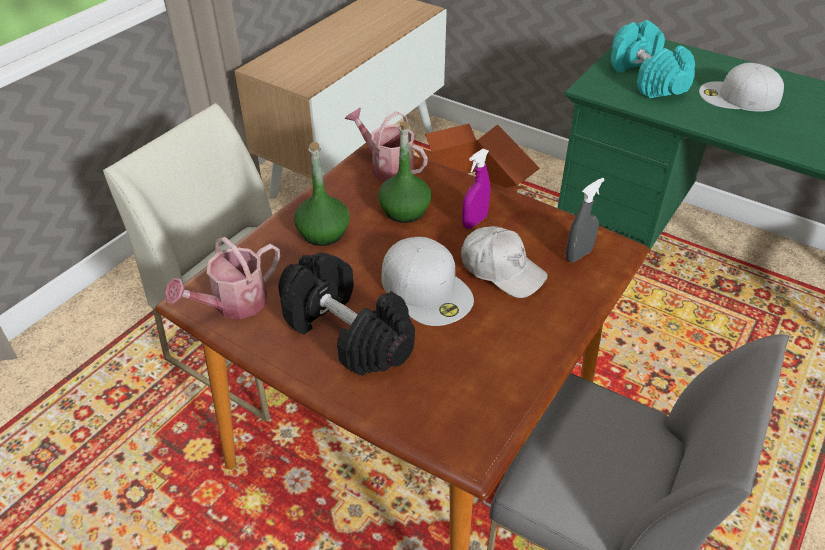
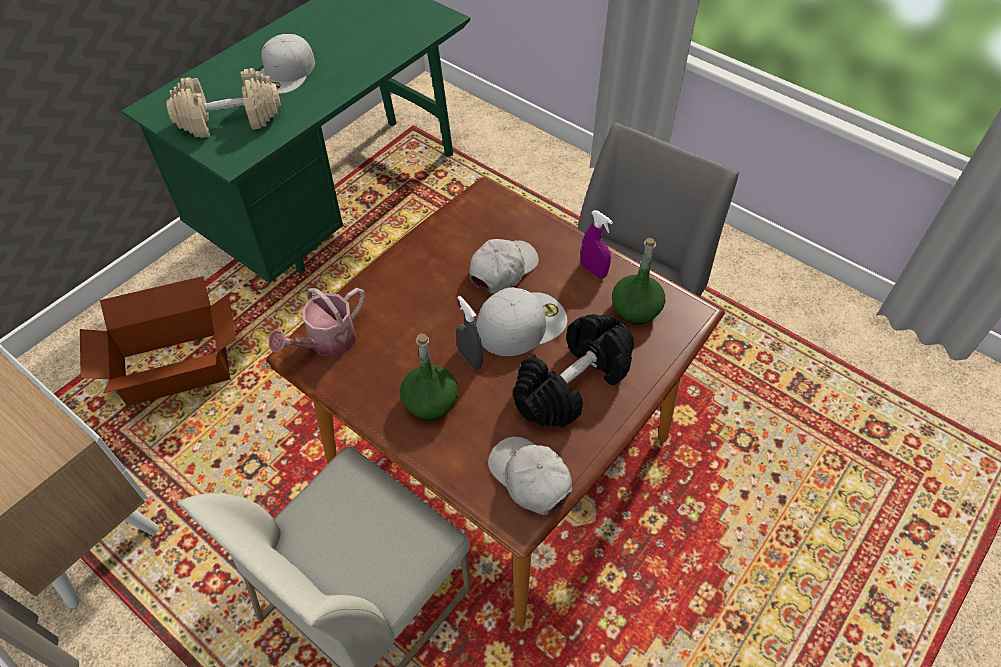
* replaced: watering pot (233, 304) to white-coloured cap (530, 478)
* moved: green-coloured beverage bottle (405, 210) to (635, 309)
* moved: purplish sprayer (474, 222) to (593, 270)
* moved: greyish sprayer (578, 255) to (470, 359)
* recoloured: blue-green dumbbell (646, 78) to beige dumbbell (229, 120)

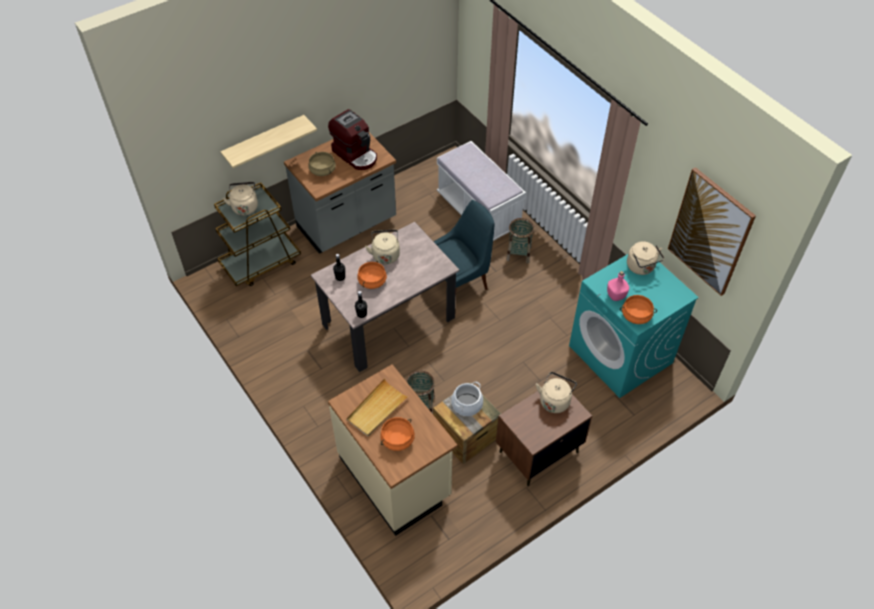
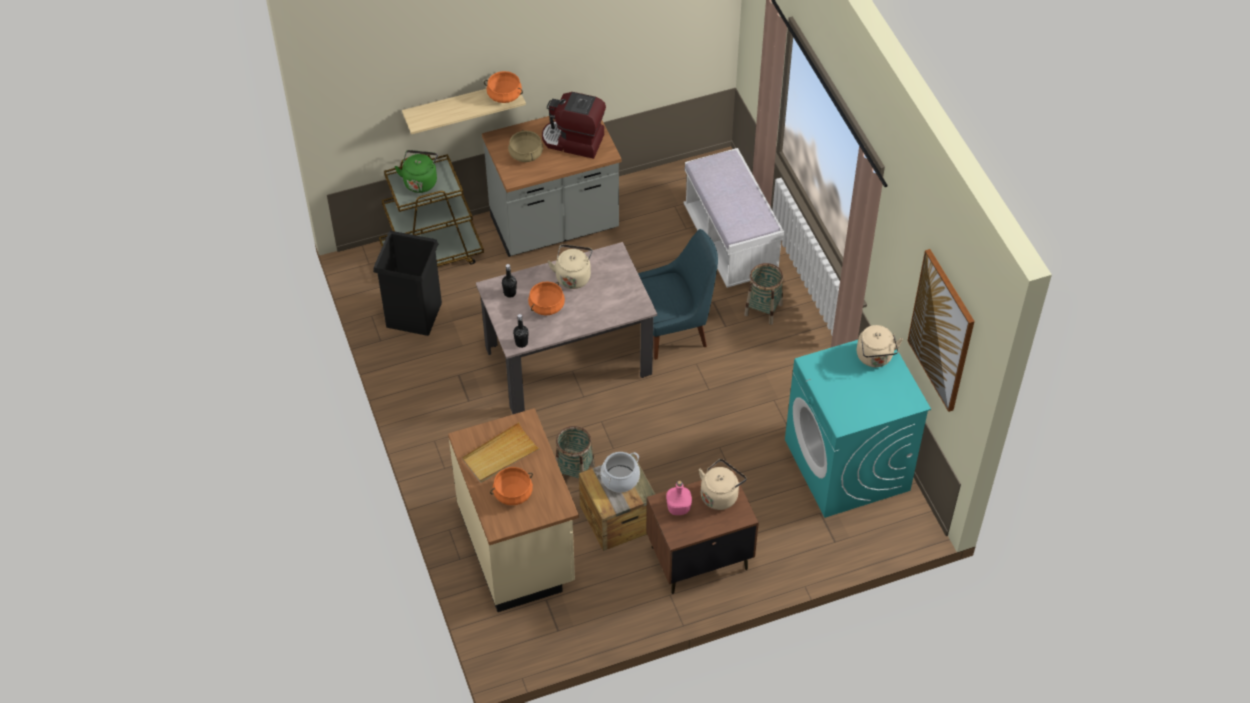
* recoloured: beige water kettle (244, 206) to green-coloured water kettle (420, 181)
* turned: coffee maker (356, 154) = (573, 141) 135 degrees clockwise
* moved: pink-coloured beverage bottle (616, 295) to (679, 508)
* moved: orangey cooking pot (636, 316) to (504, 95)
* added: black trash can (414, 314)

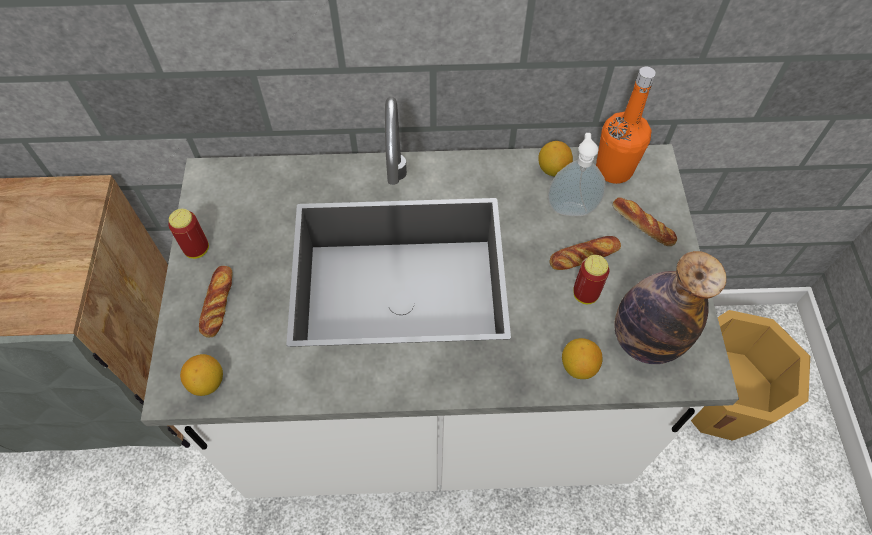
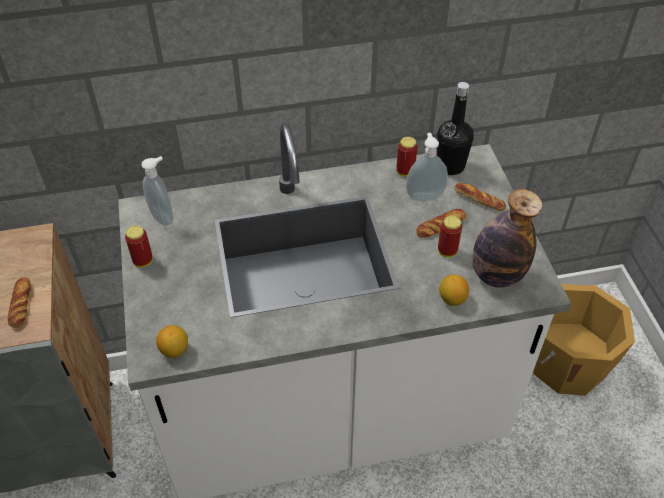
* moved: bread (217, 303) to (21, 305)
* replaced: whole lemon (553, 169) to can (405, 171)
* recoloured: orangey beverage bottle (614, 170) to black beverage bottle (450, 166)
* added: soap dispenser (163, 216)

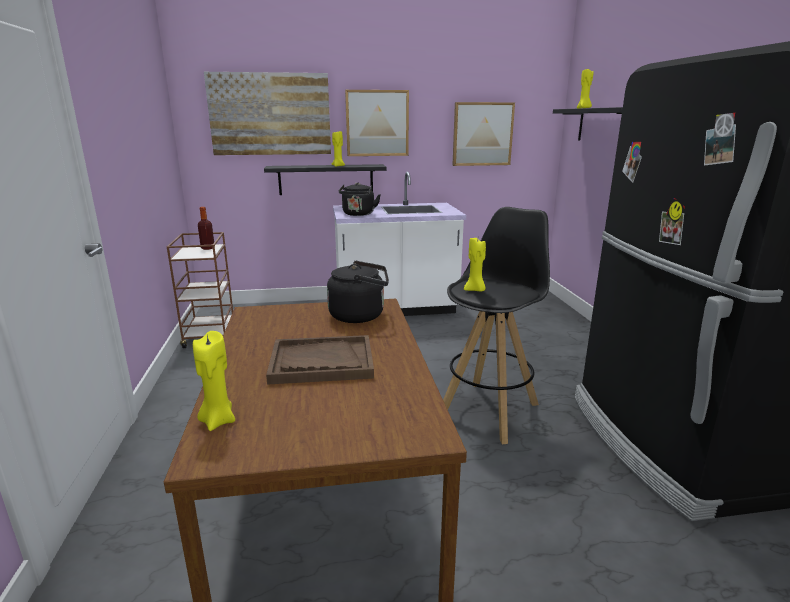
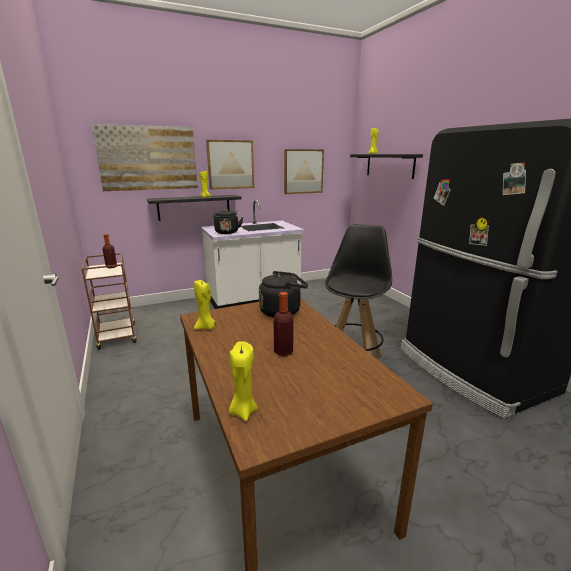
* replaced: brown carrying tray (321, 362) to beverage bottle (283, 351)
* moved: yellow wax candle (475, 290) to (206, 327)

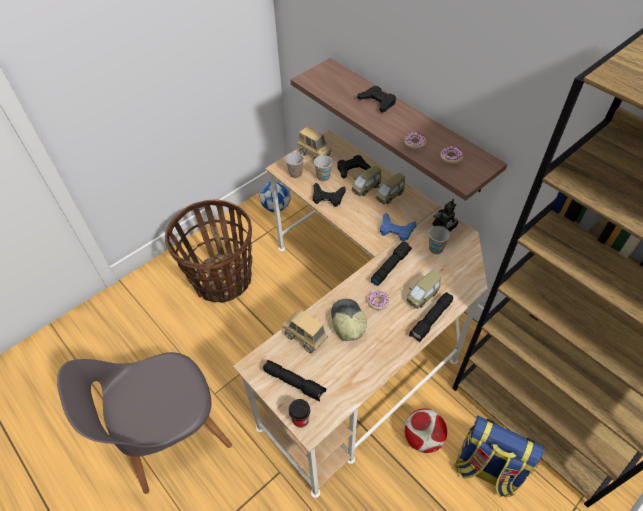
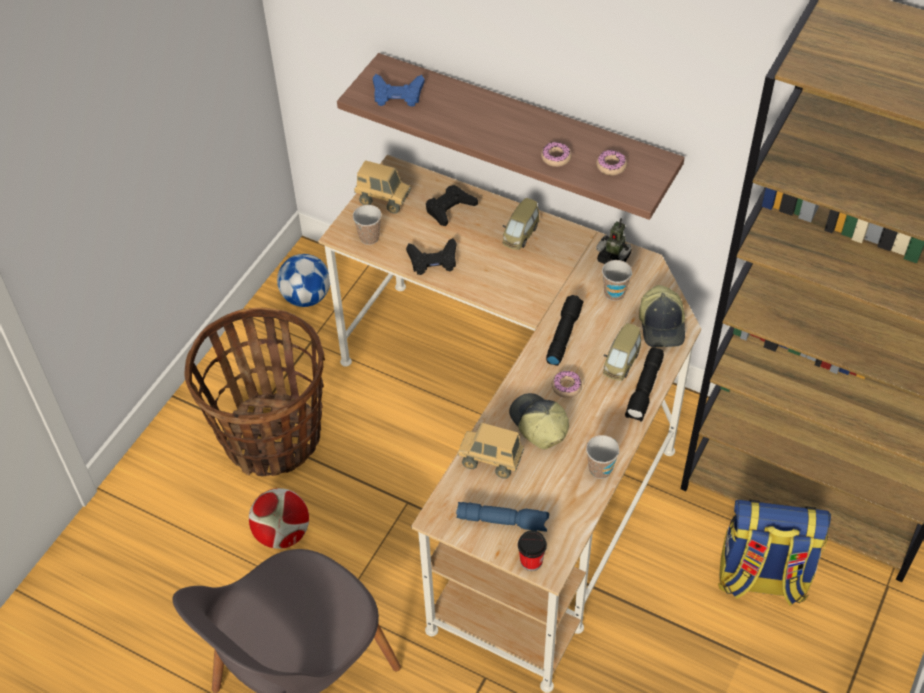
* recoloured: black flashlight (295, 382) to blue-coloured flashlight (503, 520)
* moved: cup (323, 177) to (600, 469)
* removed: model car (366, 187)
* removed: black game controller (377, 102)
* moved: blue-coloured game controller (396, 230) to (397, 94)
* moved: football (423, 437) to (283, 533)
* added: cap (662, 325)

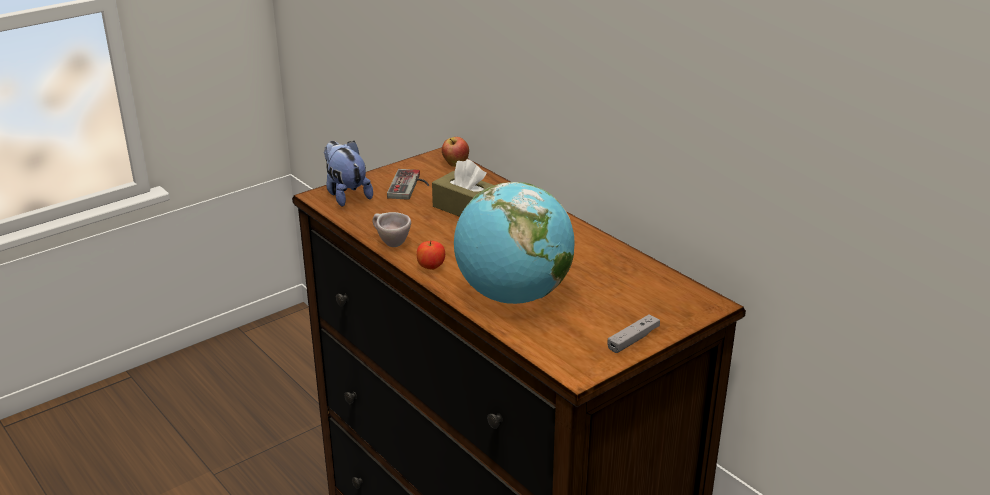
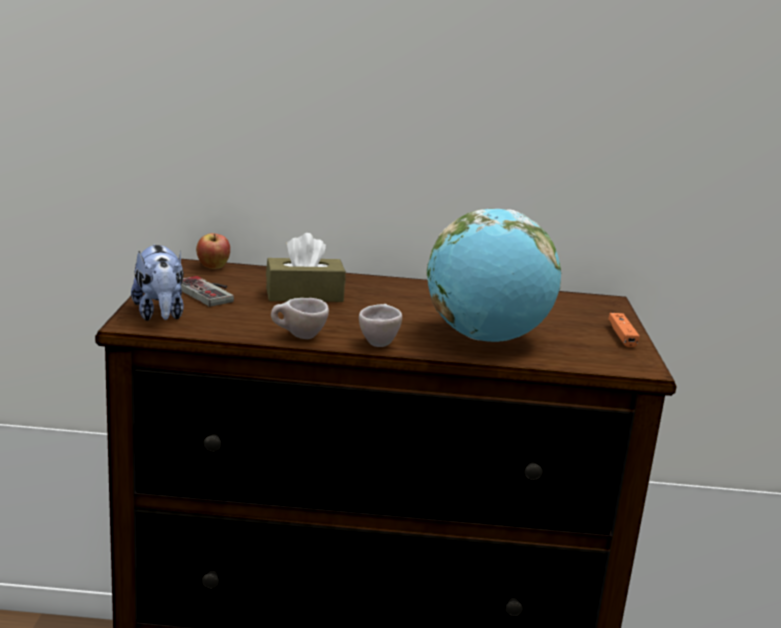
* turned: plush toy (346, 195) = (160, 315) 120 degrees counterclockwise
* replaced: apple (431, 267) to beige cup (378, 342)
* recoloured: greyish game controller (633, 339) to orangey game controller (622, 336)

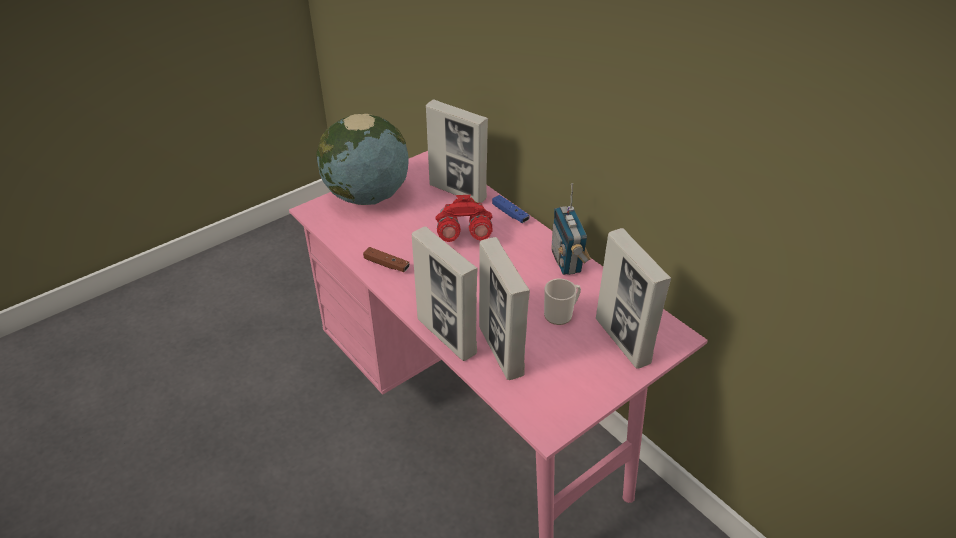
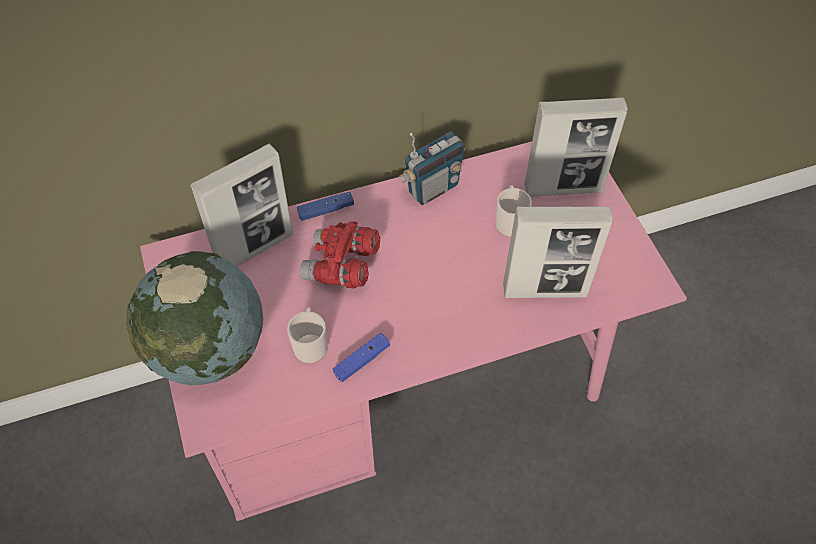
* recoloured: brown game controller (386, 264) to blue-coloured game controller (362, 361)
* removed: picture frame (446, 336)
* turned: radio receiver (567, 261) = (432, 188) 45 degrees counterclockwise
* added: coffee mug (310, 345)

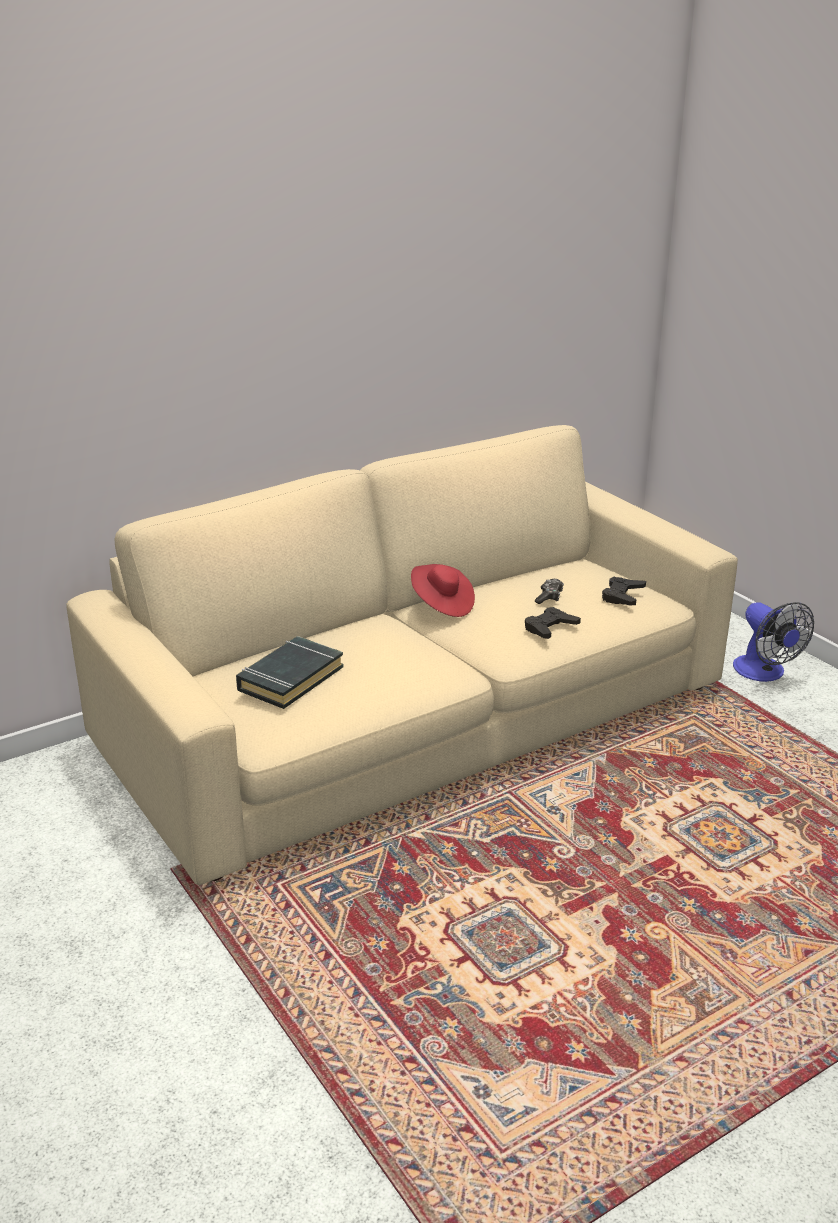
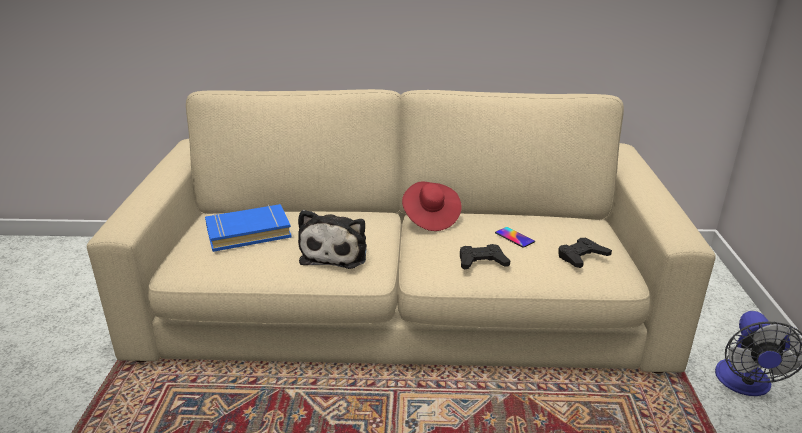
* recoloured: black bound book (290, 678) to blue-coloured bound book (248, 233)
* replaced: game controller (549, 597) to telephone (514, 237)
* added: plush toy (336, 252)

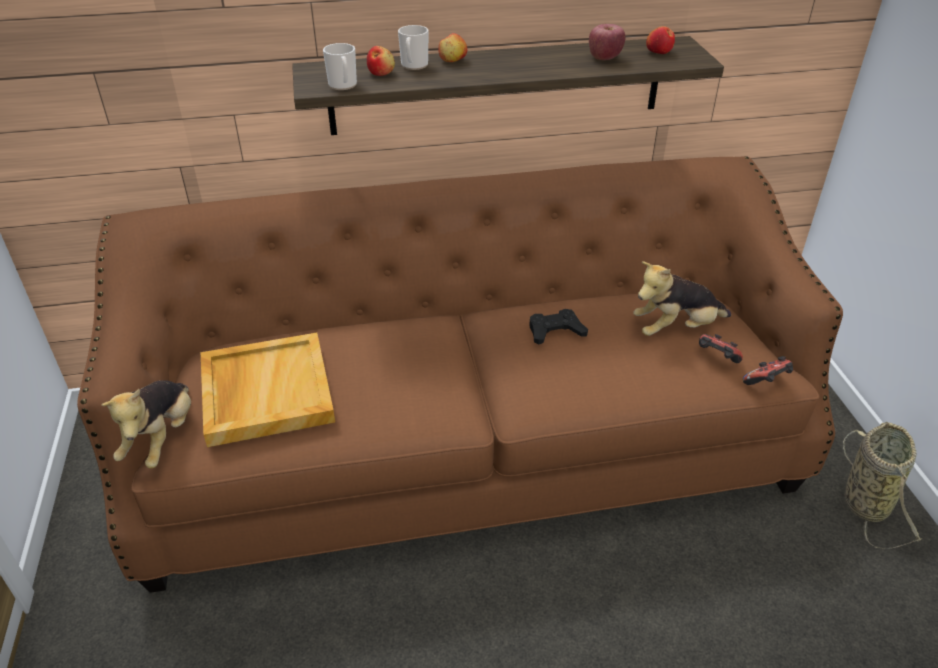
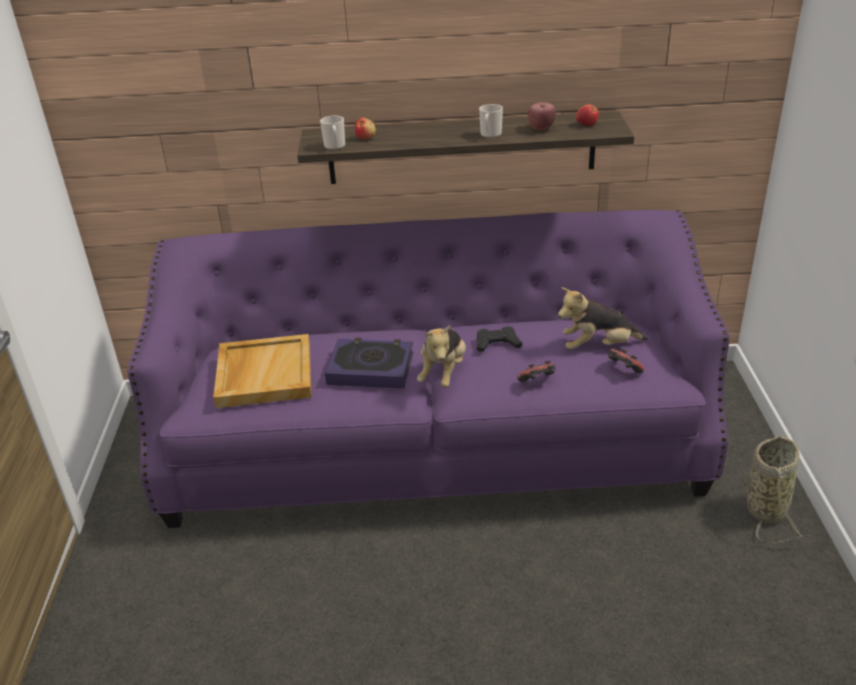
* recoloured: brown sofa (469, 449) to purplish sofa (433, 445)
* moved: plush toy (162, 438) to (443, 373)
* moved: coffee mug (413, 66) to (490, 135)
* removed: apple (453, 61)
* moved: game controller (766, 382) to (538, 382)
* added: bound book (371, 368)

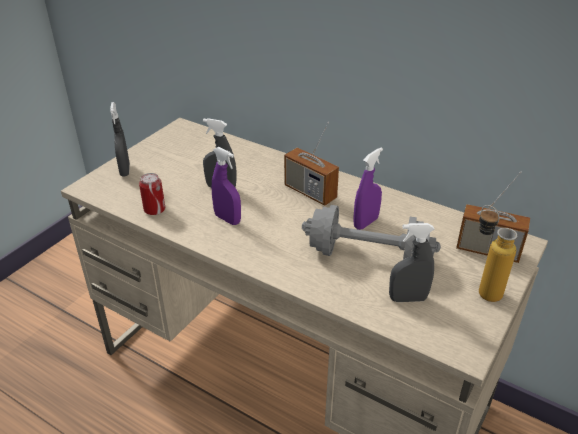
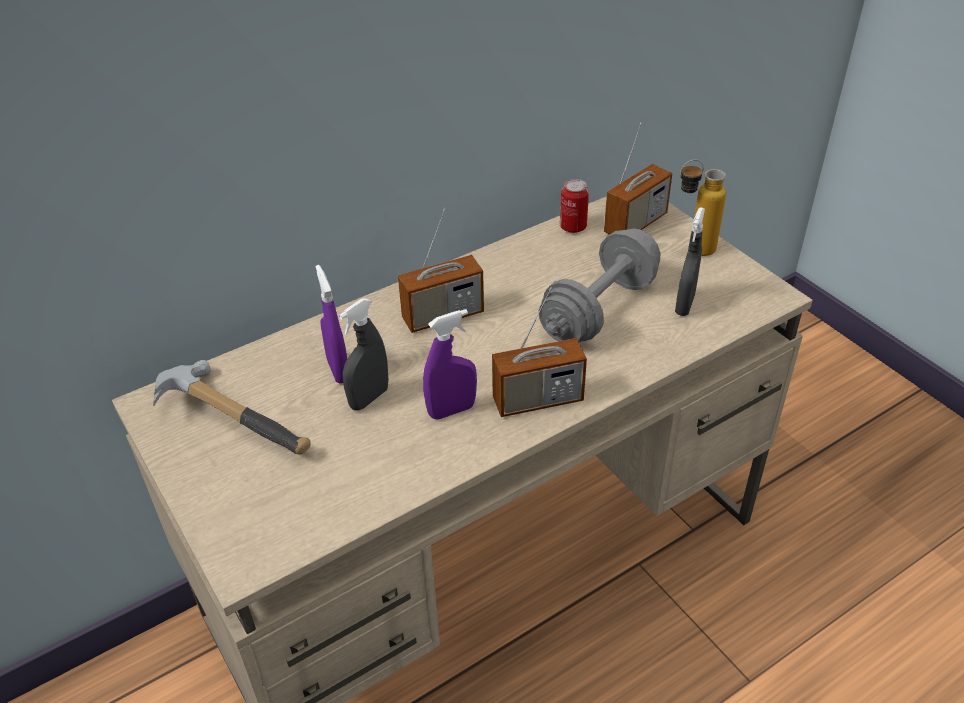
* removed: greyish sprayer (125, 170)
* moved: can (154, 210) to (573, 227)
* moved: purplish sprayer (365, 223) to (338, 370)
* added: hand hammer (236, 416)
* added: radio receiver (538, 400)

